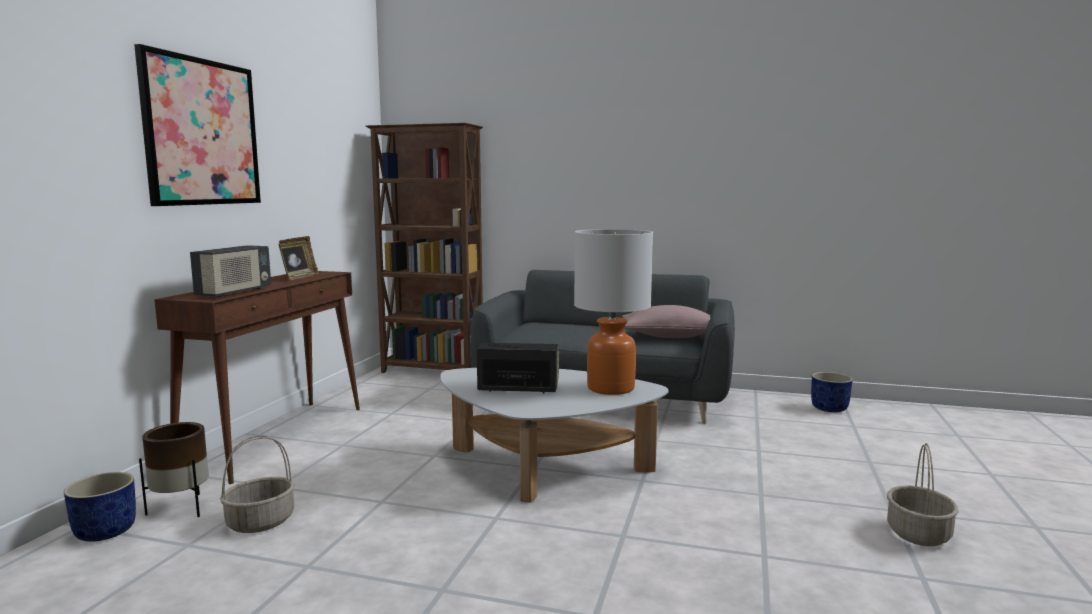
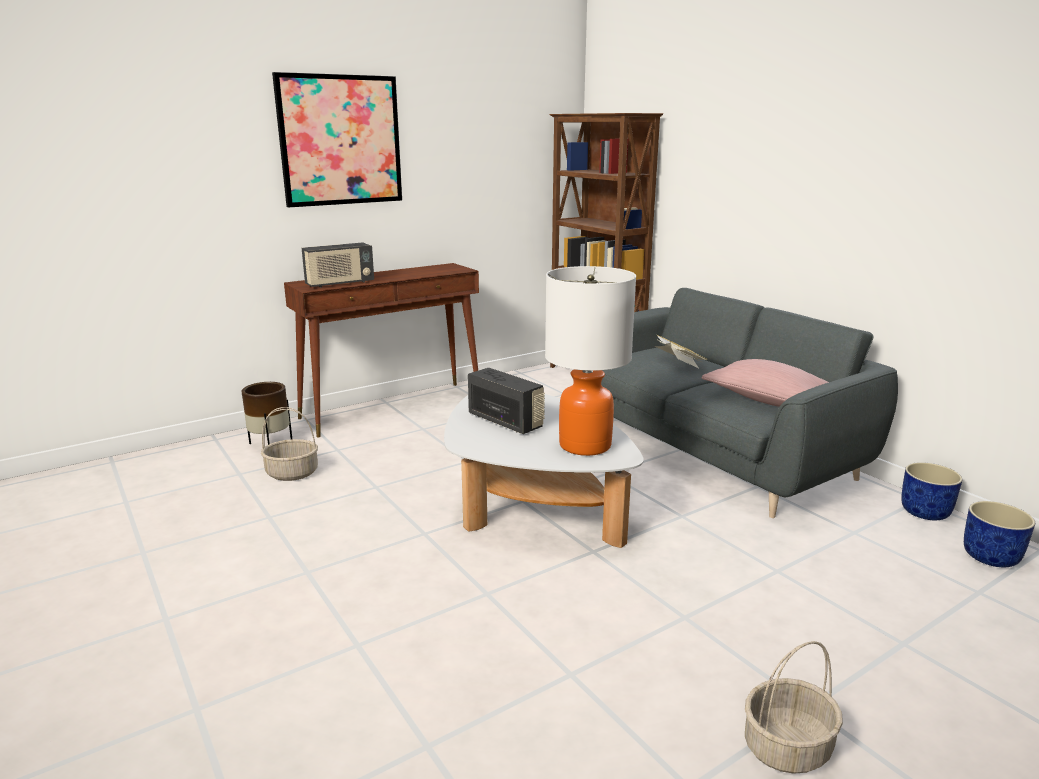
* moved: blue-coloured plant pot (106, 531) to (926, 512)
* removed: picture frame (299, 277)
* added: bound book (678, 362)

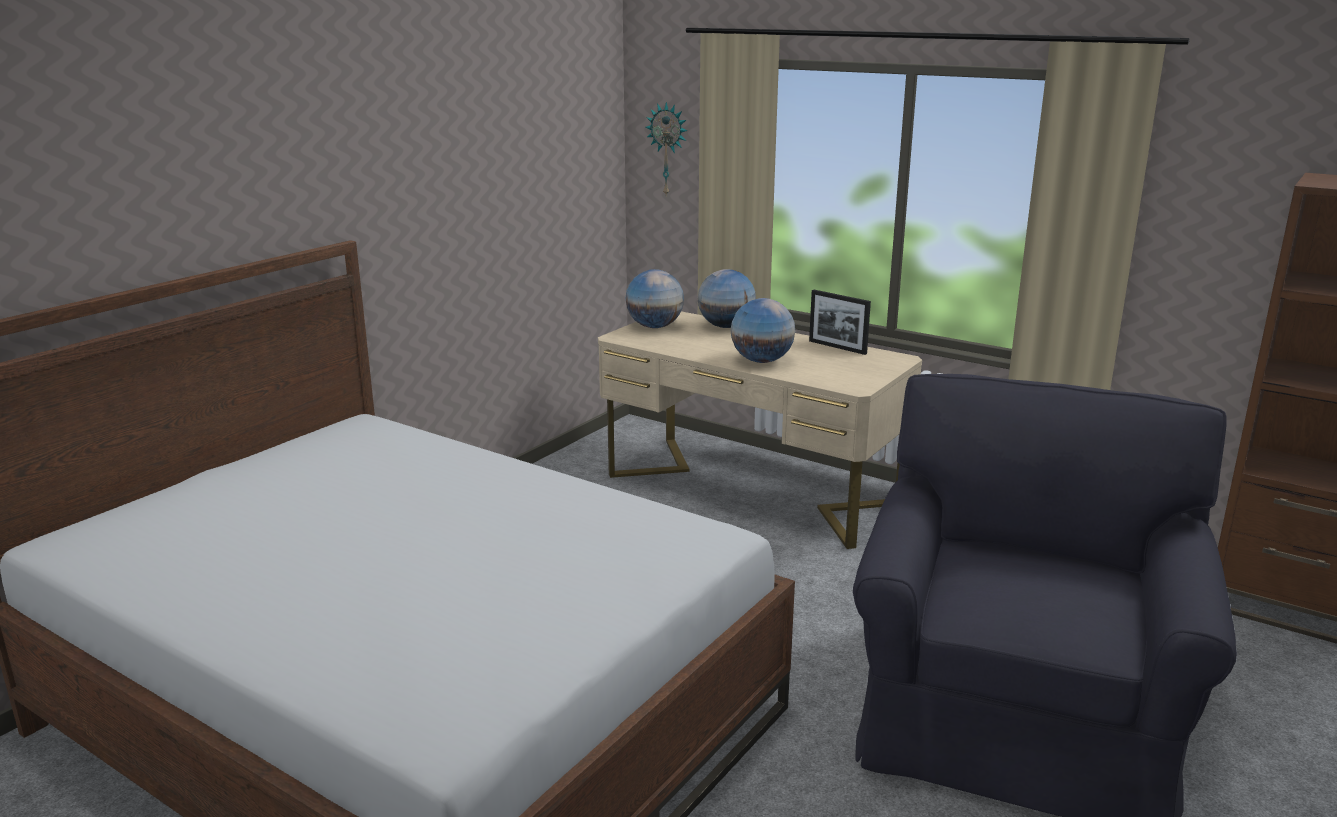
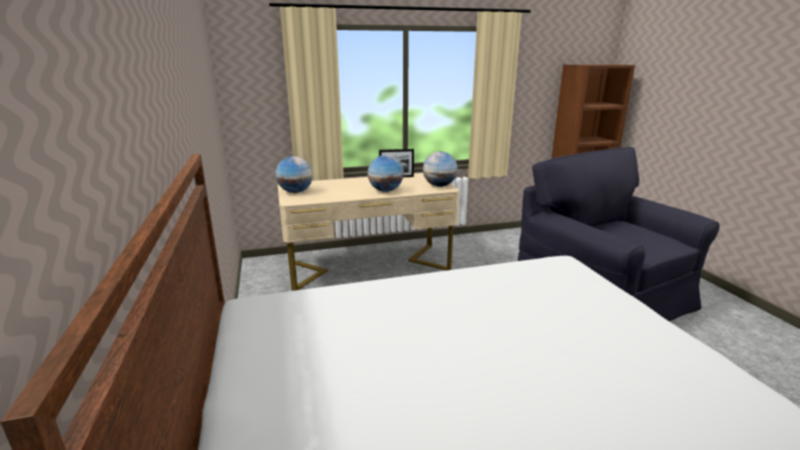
* removed: clock on the wall (668, 149)
* moved: world globe (726, 326) to (439, 186)

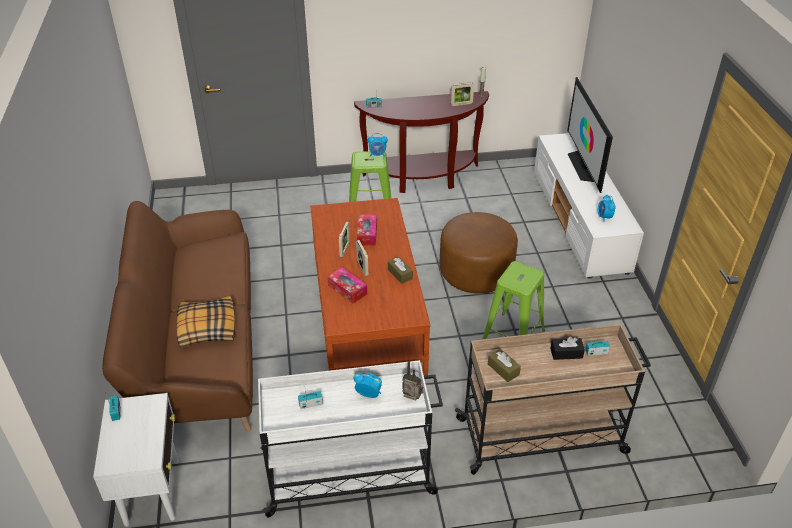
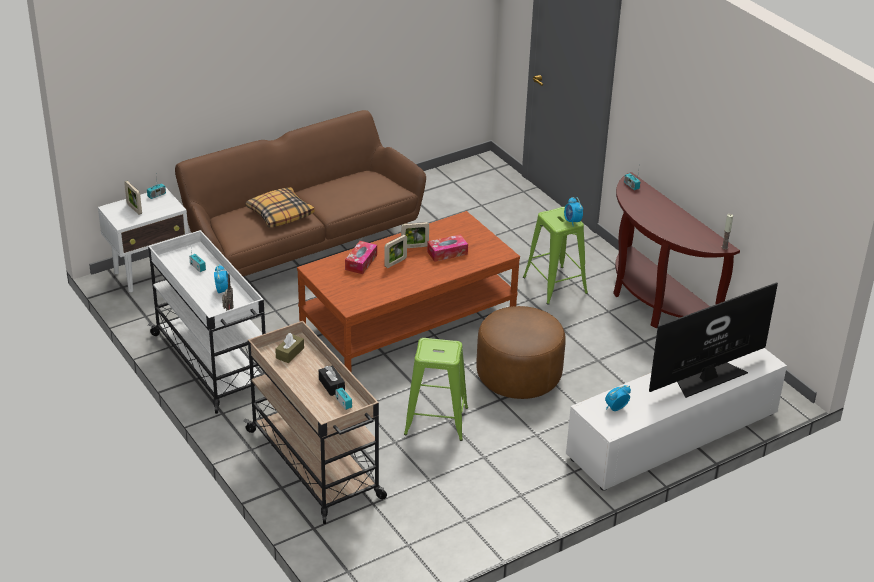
* removed: brown box of tissues (400, 274)
* moved: picture frame (461, 104) to (134, 209)

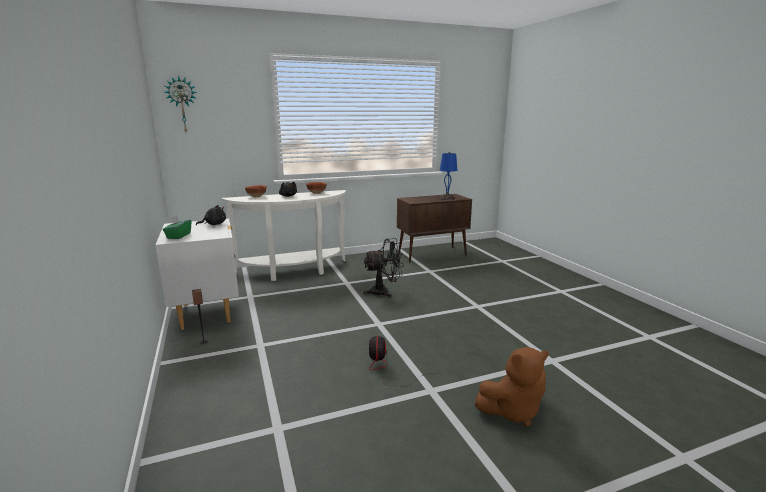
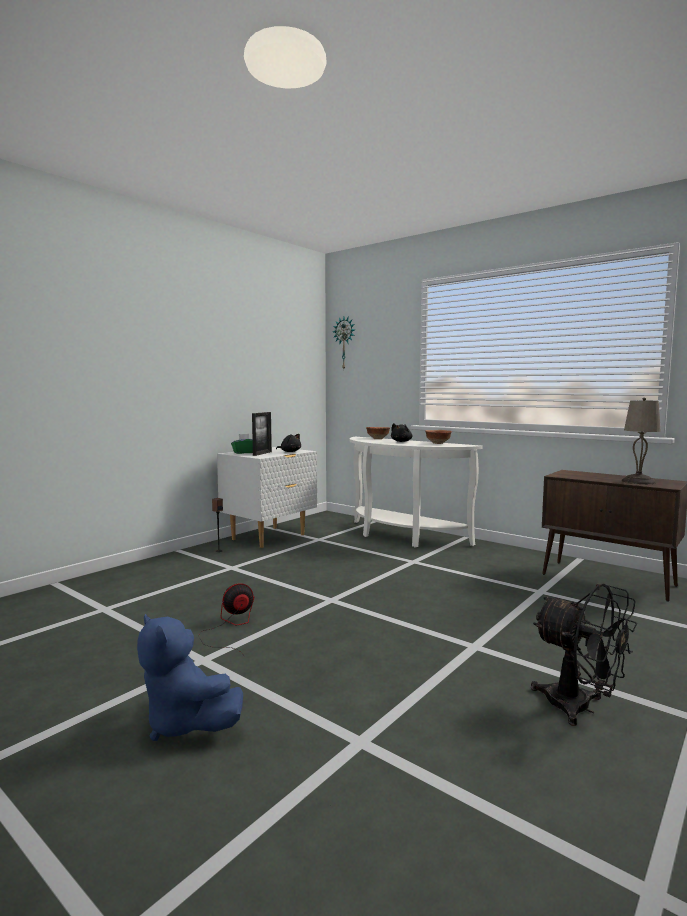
* moved: black cooling fan (384, 292) to (580, 708)
* recoloured: blue-coloured tabletop lamp (446, 198) to beige tabletop lamp (637, 481)
* recoloured: brown plush toy (512, 411) to blue-coloured plush toy (185, 723)
* added: picture frame (262, 453)

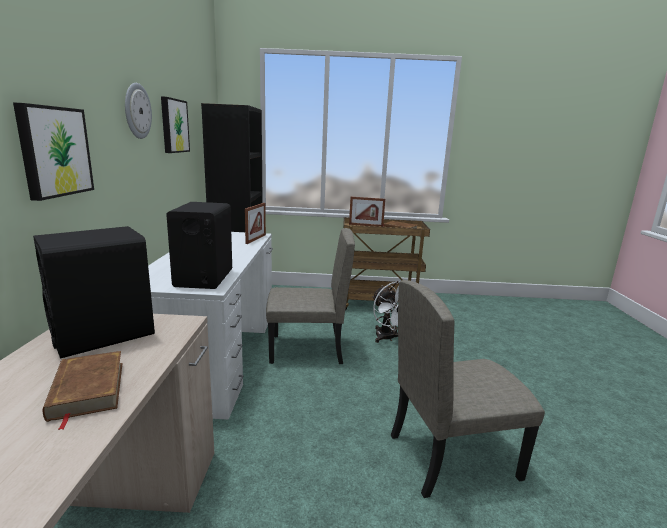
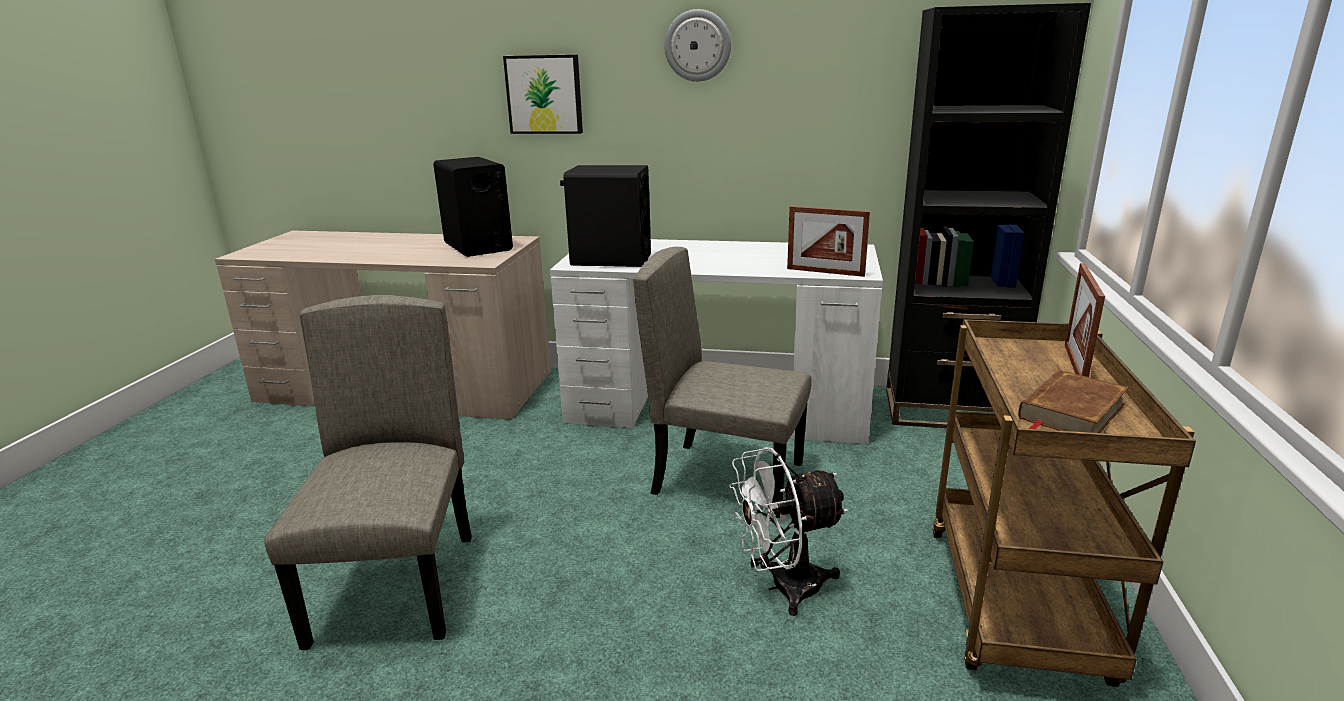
* removed: brown bound book (87, 390)
* removed: picture (173, 126)
* turned: beige plain chair (306, 349) = (728, 477) 105 degrees clockwise

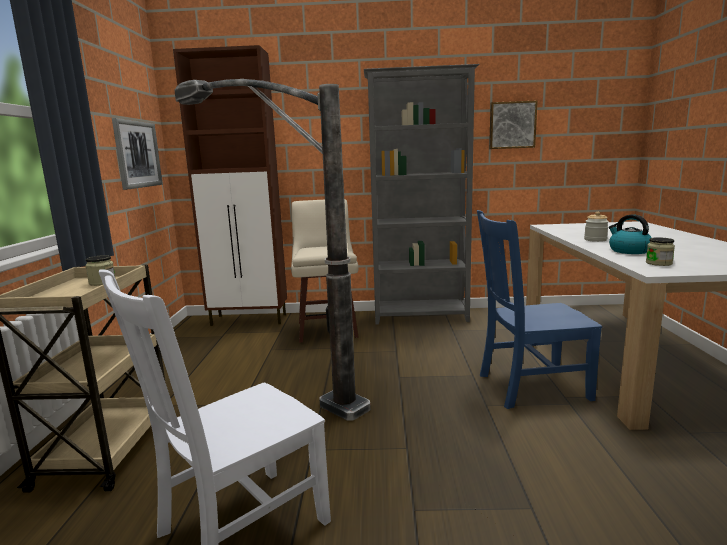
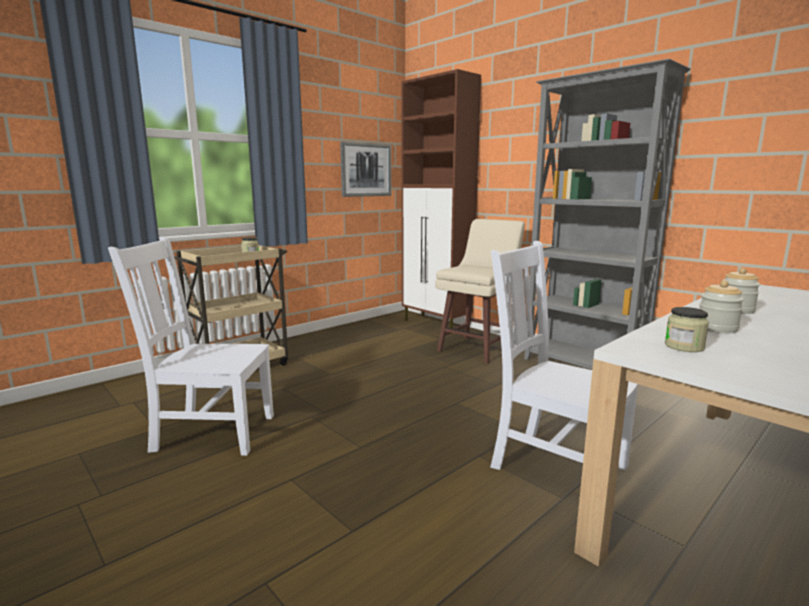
* removed: floor lamp (273, 373)
* recoloured: blue-coloured plain chair (529, 387) to white-coloured plain chair (554, 465)
* removed: picture (512, 125)
* replaced: water kettle (628, 251) to storage jar (716, 328)

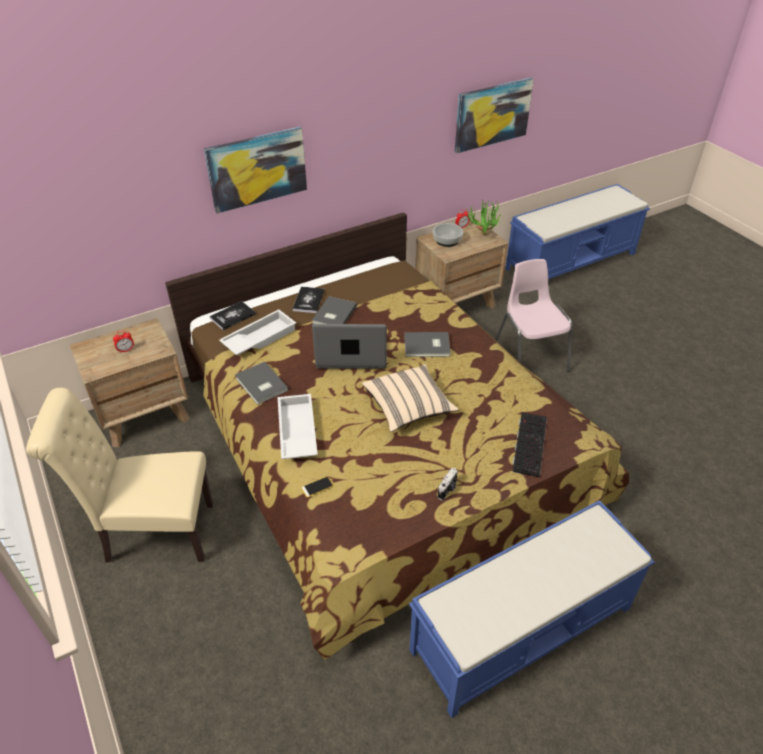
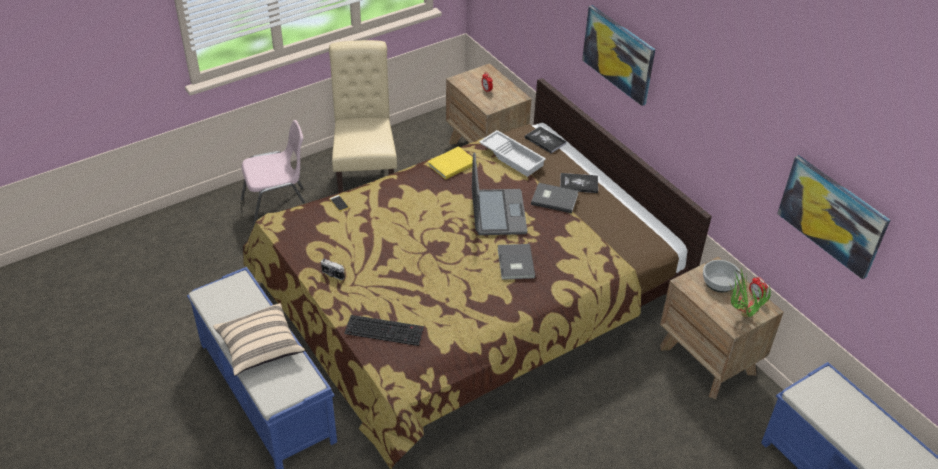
* recoloured: greyish bound book (260, 385) to yellow bound book (450, 164)
* removed: white-coloured carrying tray (296, 431)
* moved: beige pillow (408, 407) to (260, 348)
* moved: pink-coloured plain chair (530, 355) to (279, 210)

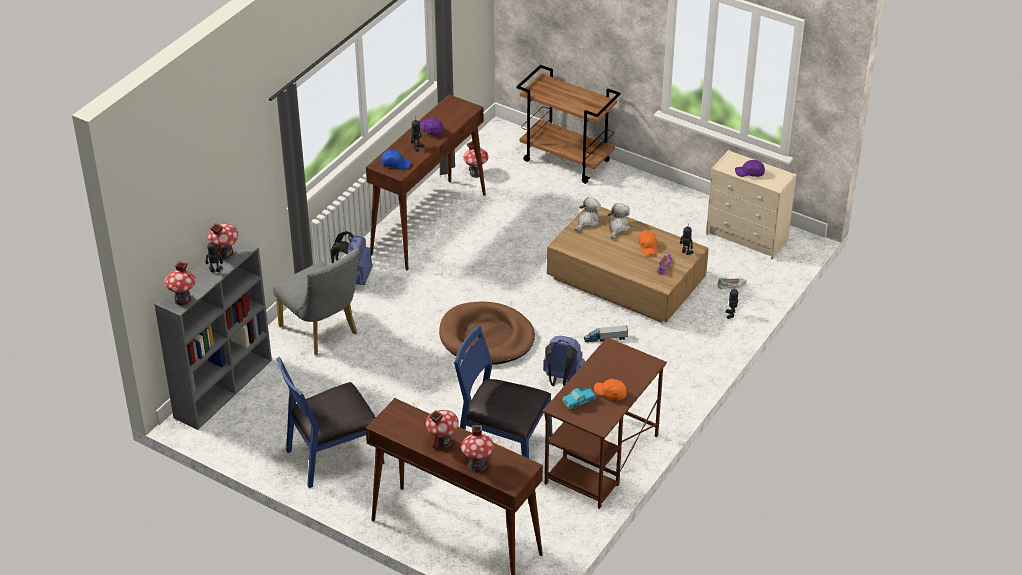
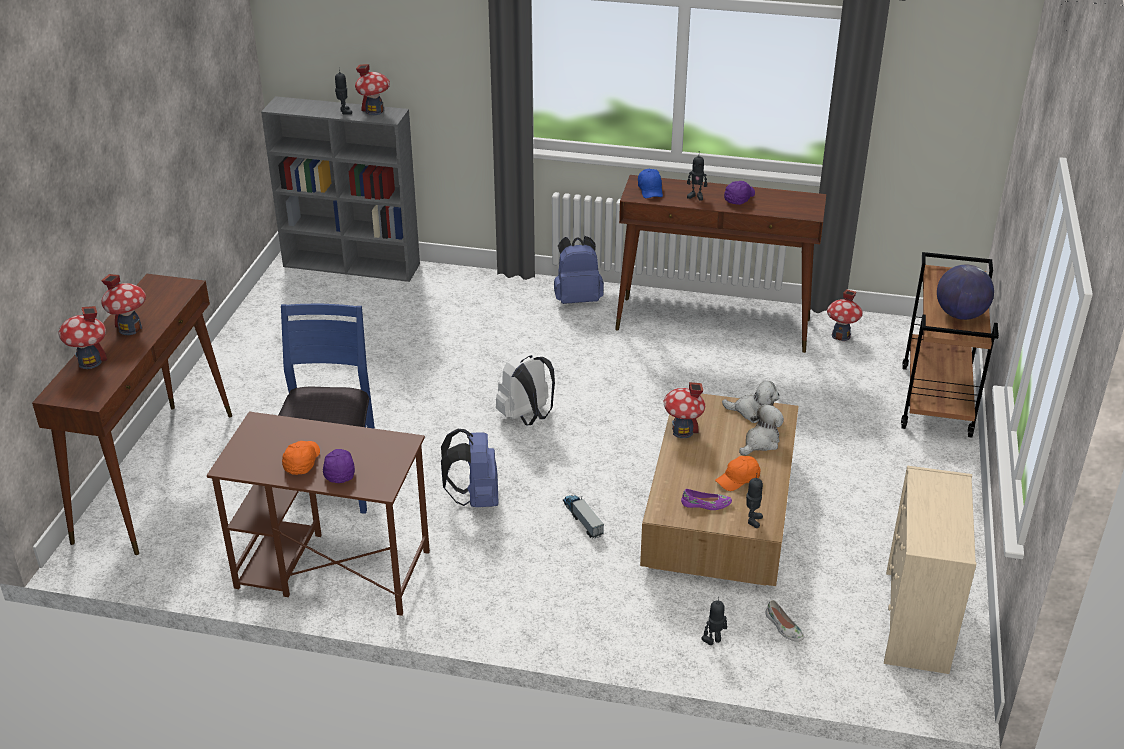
* moved: miniature house (183, 300) to (682, 431)
* removed: greyish plain chair (322, 332)
* removed: blue-coloured plain chair (333, 456)
* replaced: brown pet bed (486, 337) to white-coloured knapsack (527, 416)
* removed: toy truck (578, 402)
* turned: plush toy (618, 227) = (760, 442) 45 degrees counterclockwise
* moved: purplish cap (750, 173) to (339, 470)
* added: world globe (960, 315)

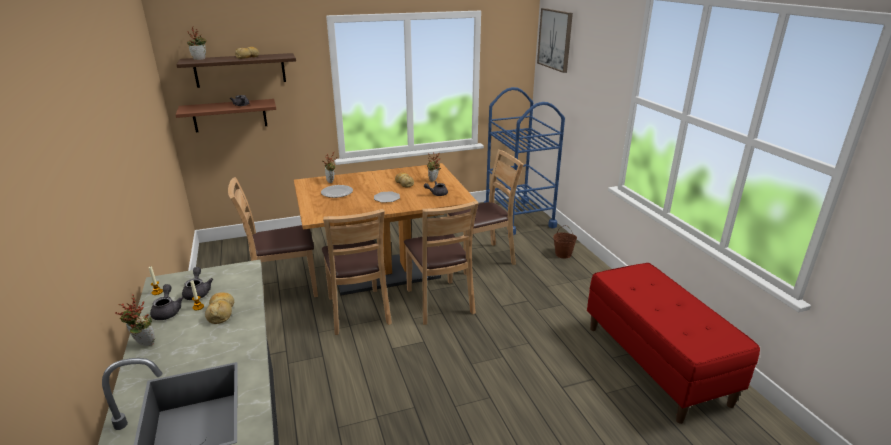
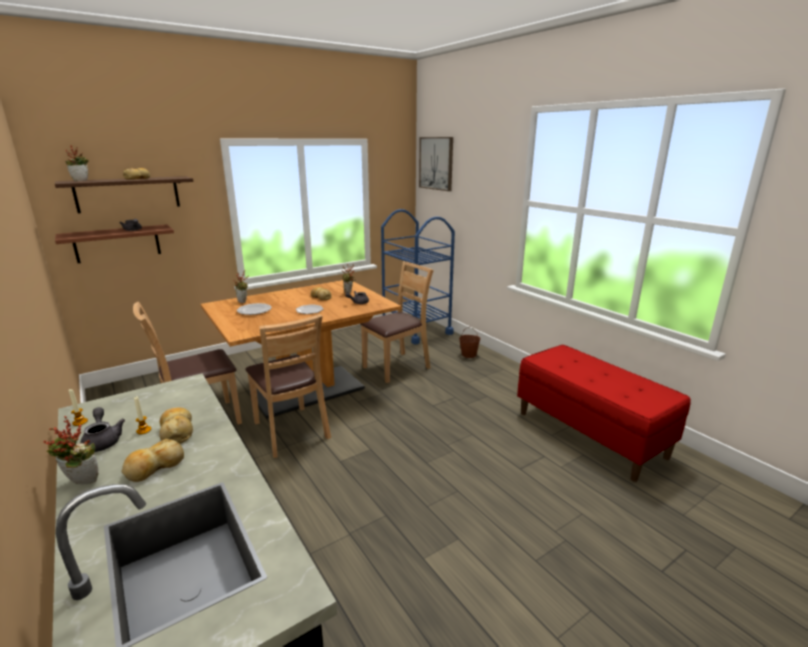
* removed: greyish tea pot (198, 292)
* removed: brown plain chair (439, 302)
* added: bread (154, 467)

